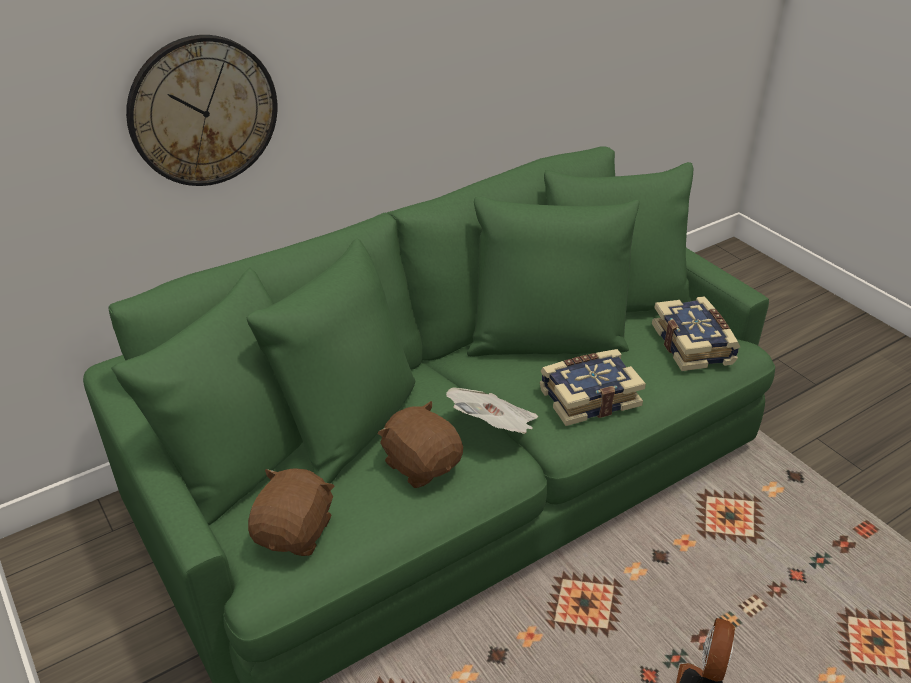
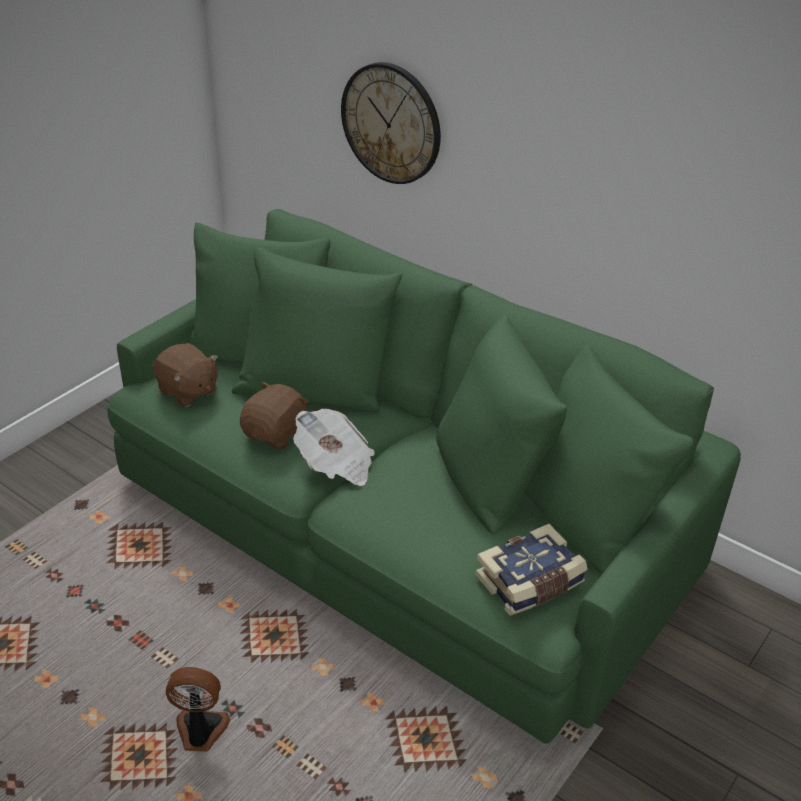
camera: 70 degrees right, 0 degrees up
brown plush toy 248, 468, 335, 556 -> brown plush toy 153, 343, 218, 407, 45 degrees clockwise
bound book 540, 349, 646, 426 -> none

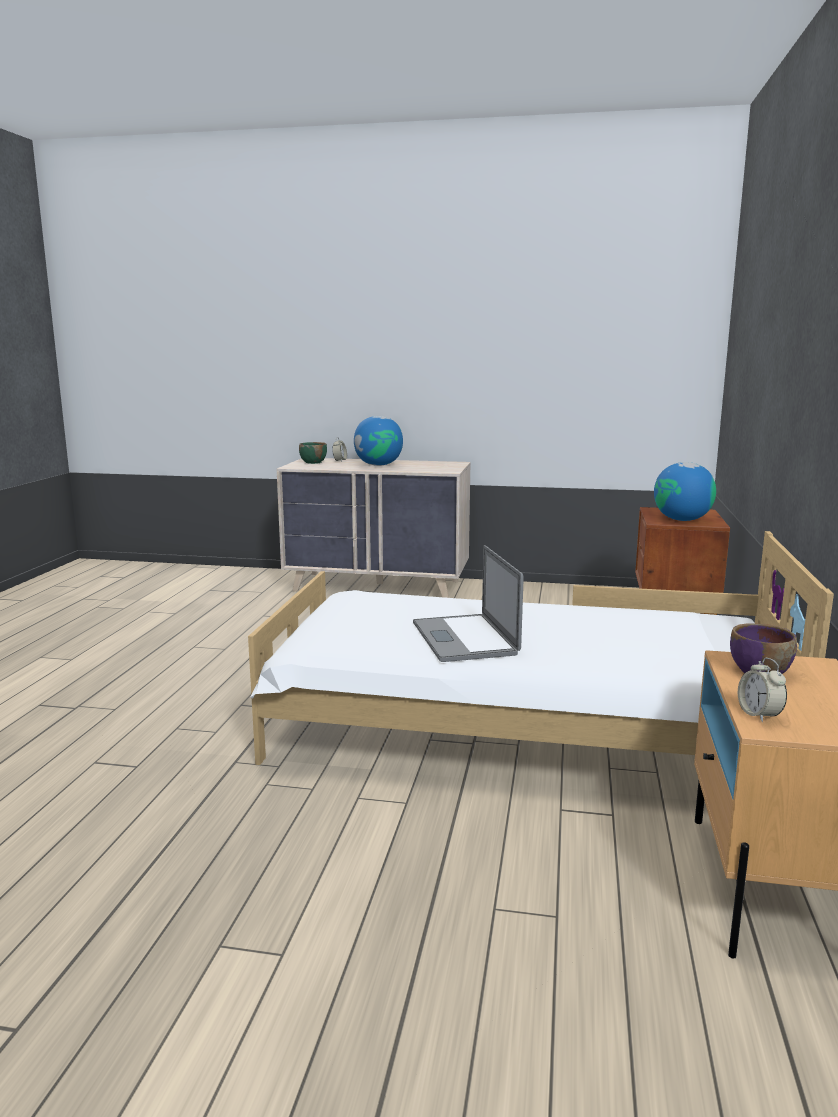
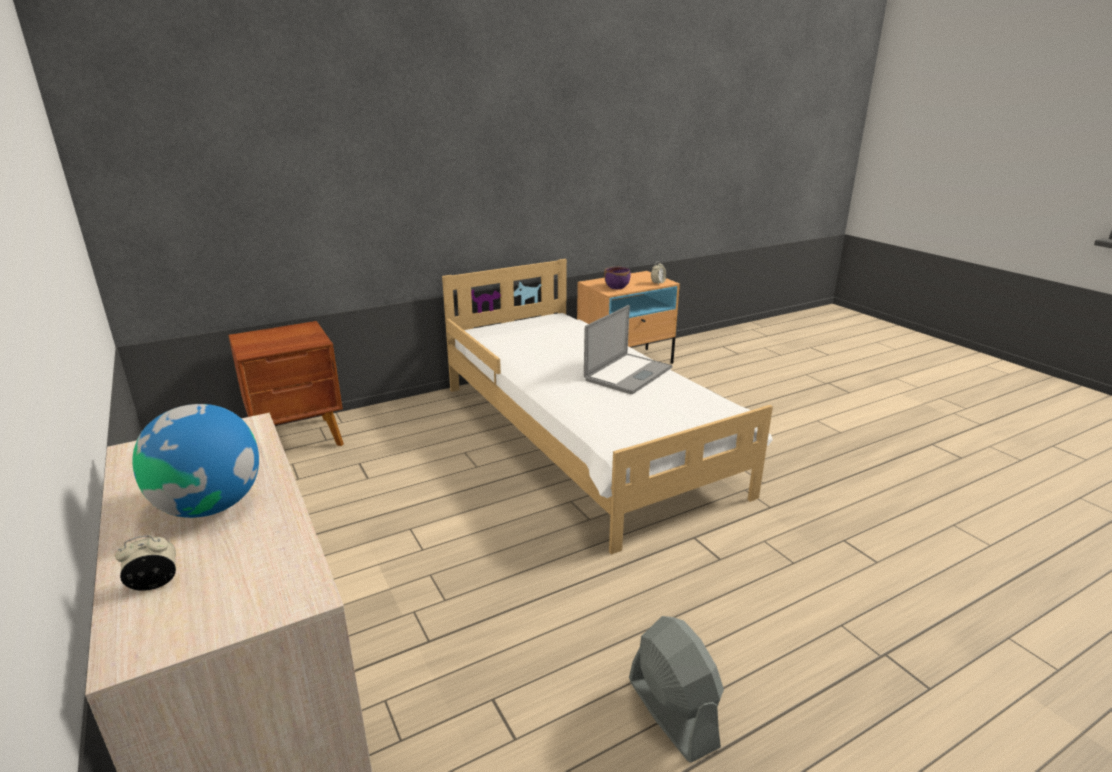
camera: 130 degrees left, 10 degrees up
greenish bowl 299, 442, 327, 464 -> none
globe 654, 462, 716, 521 -> none
none -> greyish fan 629, 616, 724, 763

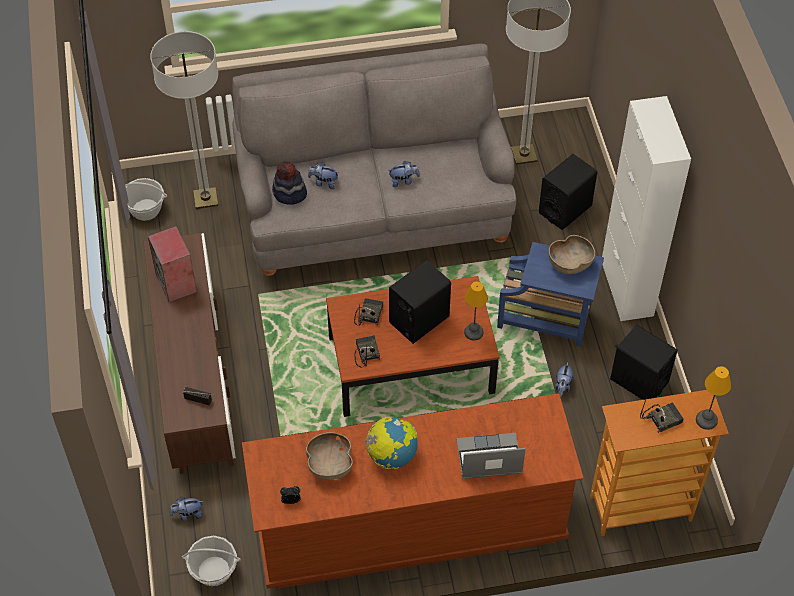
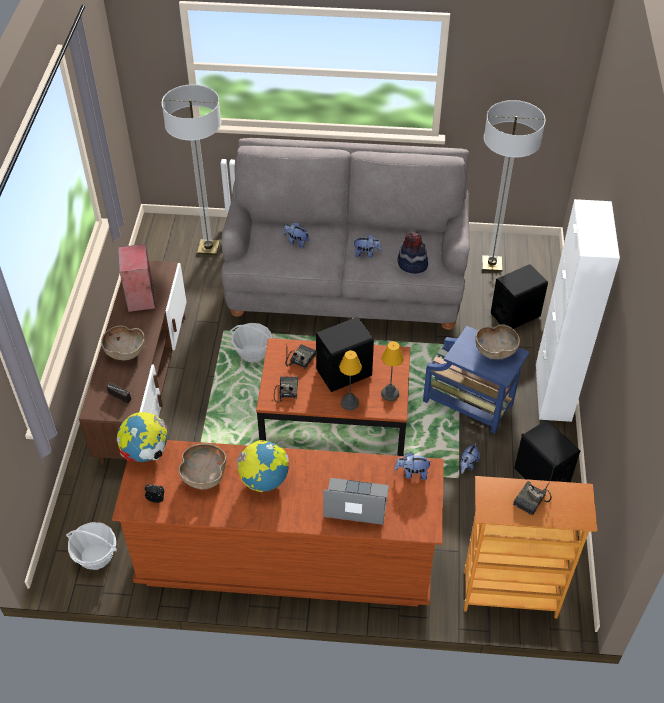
camera: 15 degrees right, 5 degrees down
basket 125, 178, 167, 221 -> basket 230, 323, 272, 363, relocated
plush toy 170, 497, 203, 521 -> plush toy 394, 452, 432, 480, relocated
hat 272, 161, 307, 205 -> hat 397, 232, 428, 274, relocated
radio 640, 397, 684, 433 -> radio 513, 457, 556, 515, 135 degrees clockwise
tabletop lamp 696, 366, 731, 430 -> tabletop lamp 339, 350, 362, 410, relocated
none -> brown bowl 101, 325, 145, 360
none -> globe 117, 412, 167, 462

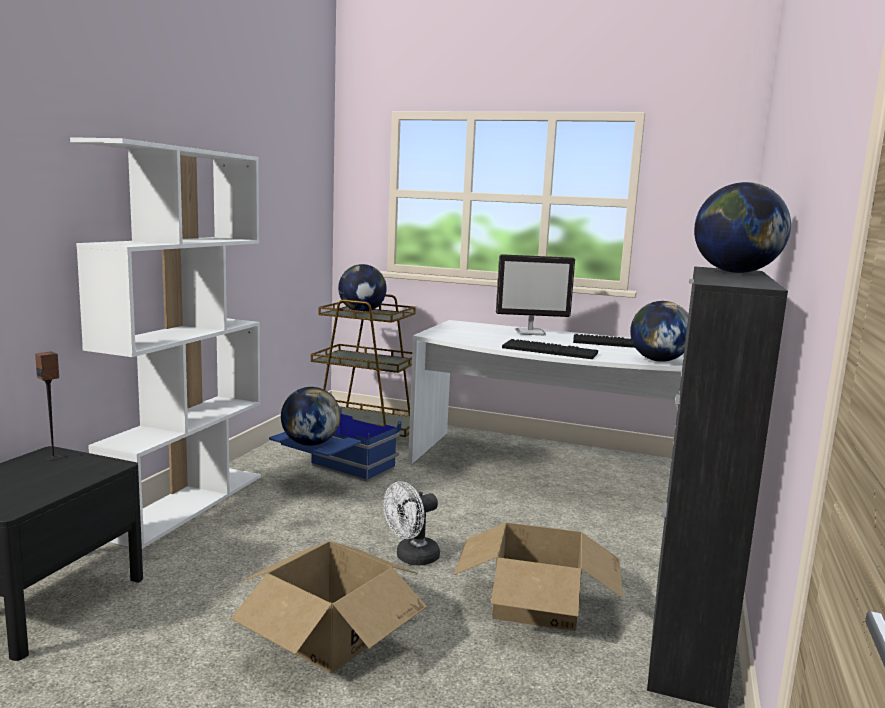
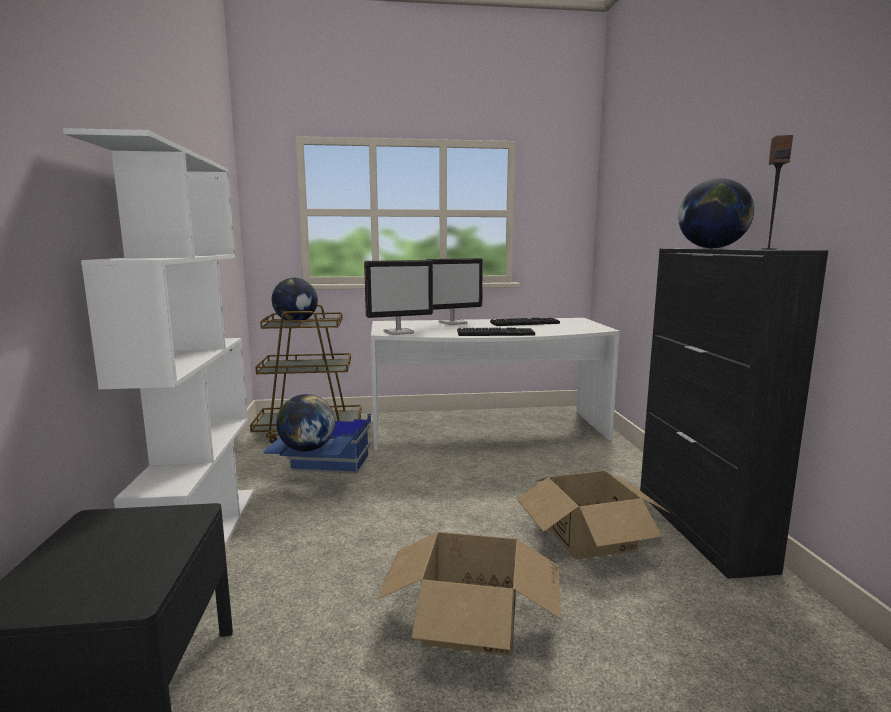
camera: 25 degrees left, 0 degrees up
speaker 35, 351, 61, 461 -> speaker 761, 135, 793, 249, relocated
white-coloured fan 383, 481, 440, 565 -> none
globe 630, 301, 689, 362 -> none
none -> monitor 364, 260, 433, 335

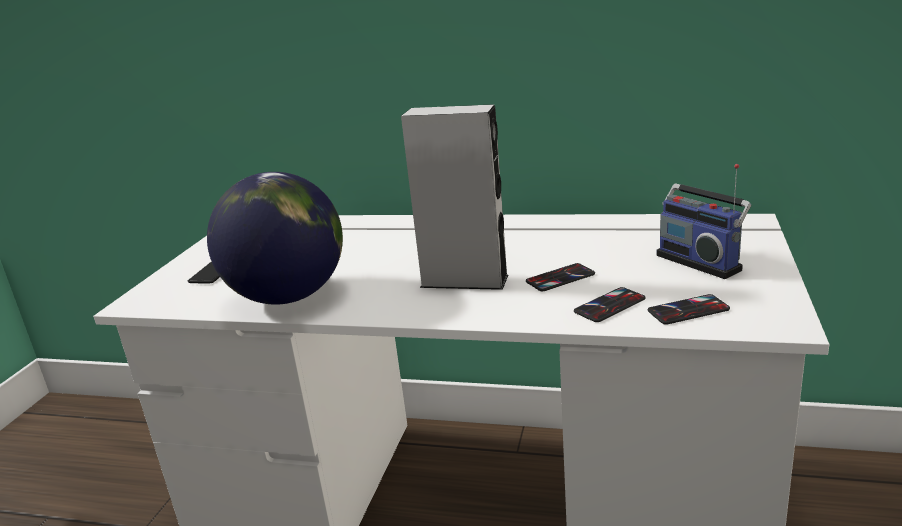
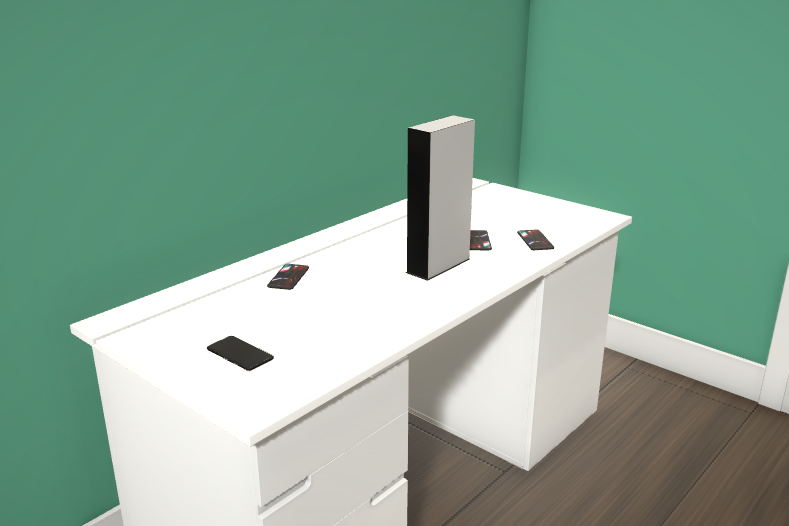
camera: 65 degrees left, 0 degrees up
globe 207, 172, 343, 305 -> none
telephone 648, 294, 730, 325 -> telephone 267, 264, 309, 290, relocated
radio 657, 164, 751, 279 -> none

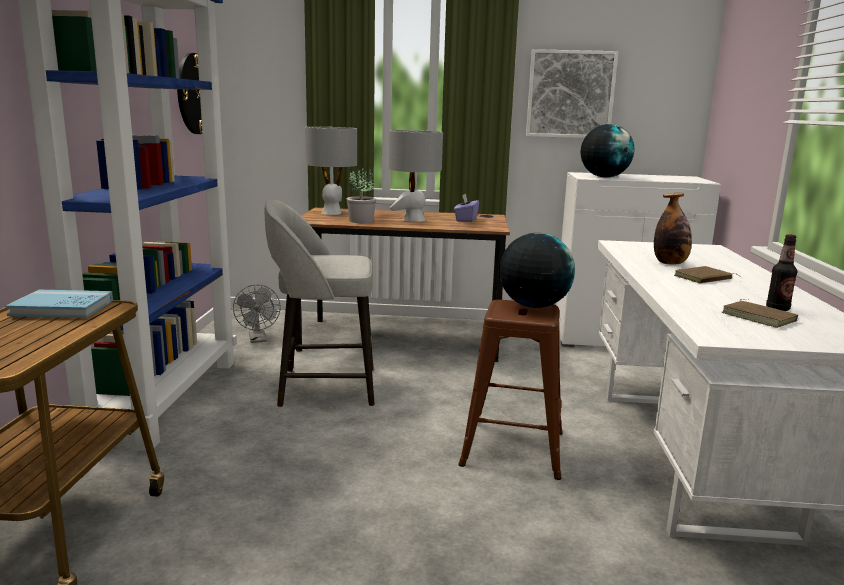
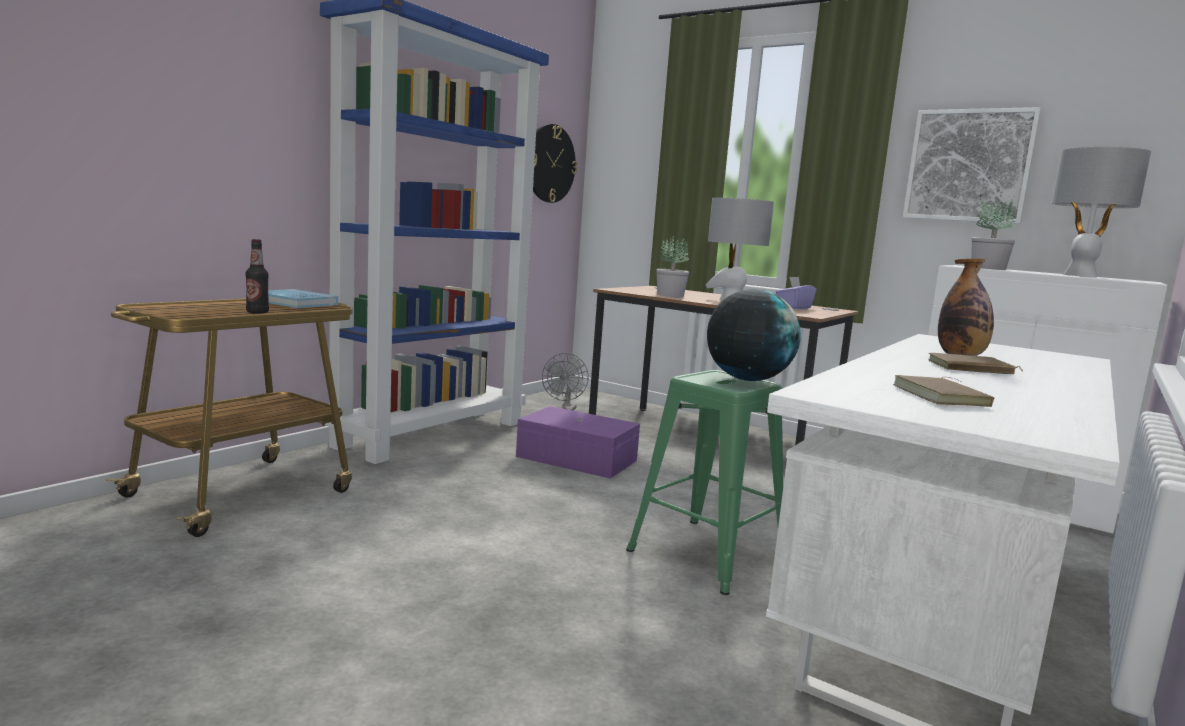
camera: 30 degrees right, 5 degrees down
greyish stool 264, 199, 375, 407 -> purple-coloured storage bin 516, 406, 640, 479
greyish tabletop lamp 305, 127, 357, 215 -> greyish tabletop lamp 1051, 147, 1151, 277, relocated
brown stool 458, 300, 563, 480 -> greenish stool 626, 370, 783, 595
globe 581, 124, 634, 178 -> plant in a pot 971, 199, 1016, 270
bottle 766, 234, 797, 311 -> bottle 245, 239, 269, 314, relocated

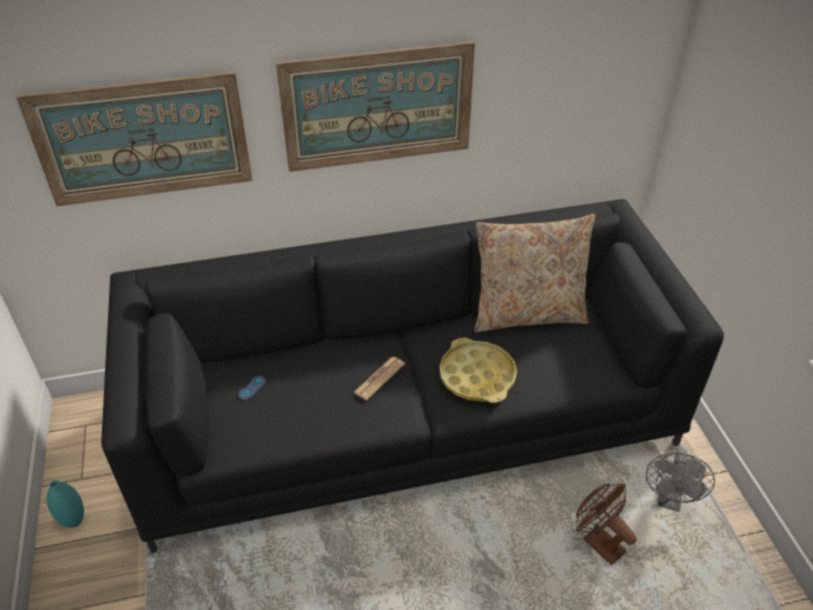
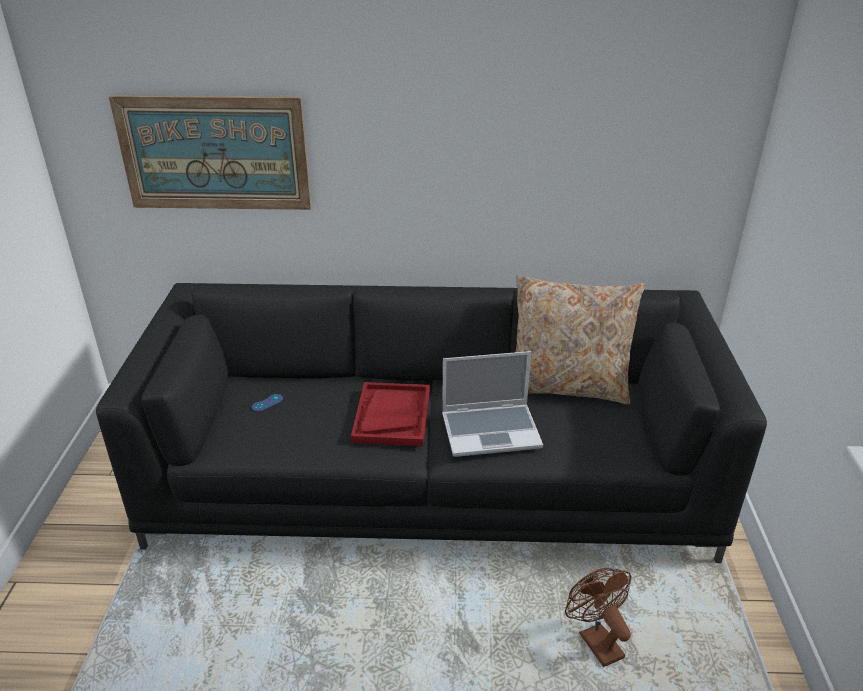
camera: 15 degrees right, 10 degrees down
turquoise-coloured vase 46, 480, 84, 528 -> none
picture 276, 41, 475, 172 -> none
newspaper 354, 357, 405, 400 -> red tray 351, 382, 430, 446
yellow-coloured tray 440, 337, 517, 403 -> portable computer 442, 351, 543, 457
greyish fan 646, 447, 715, 512 -> none

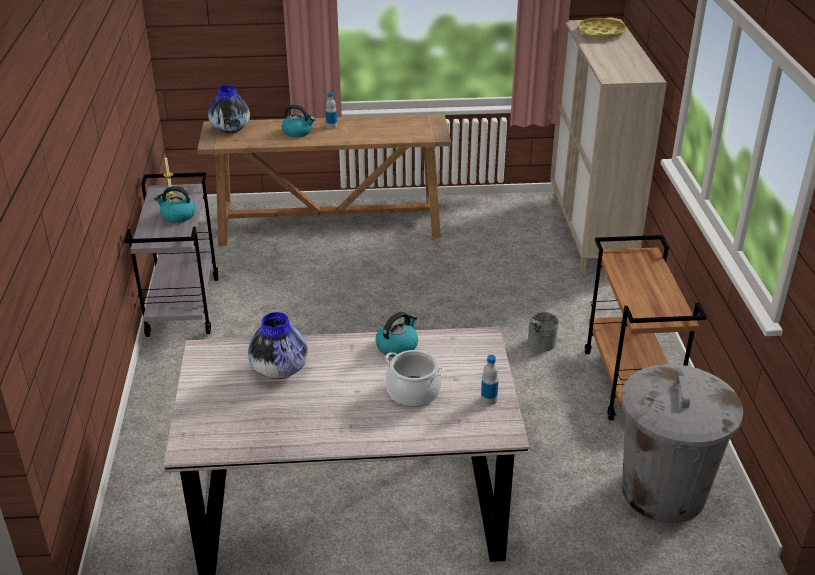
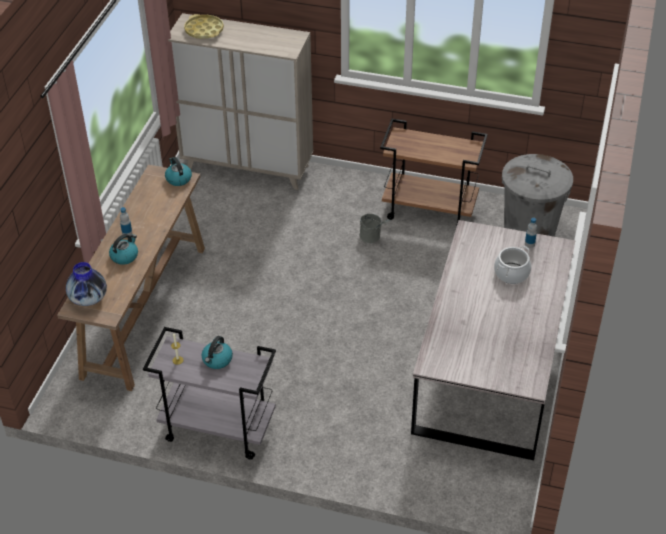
camera: 70 degrees left, 10 degrees up
vase 248, 312, 308, 379 -> none
kettle 375, 312, 418, 357 -> kettle 165, 157, 192, 186, relocated

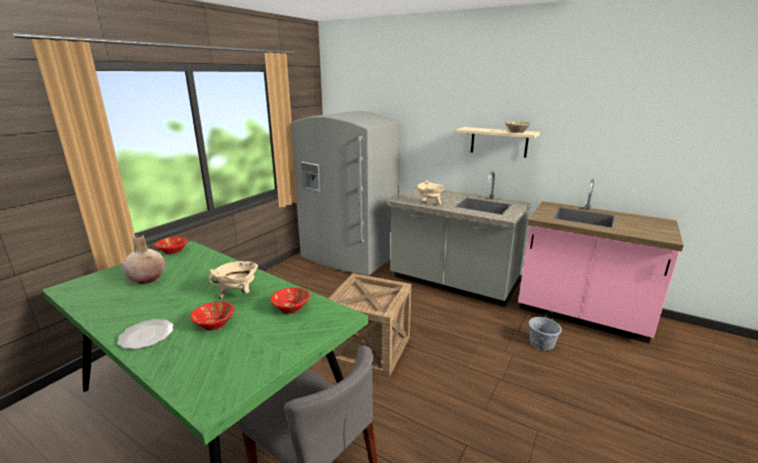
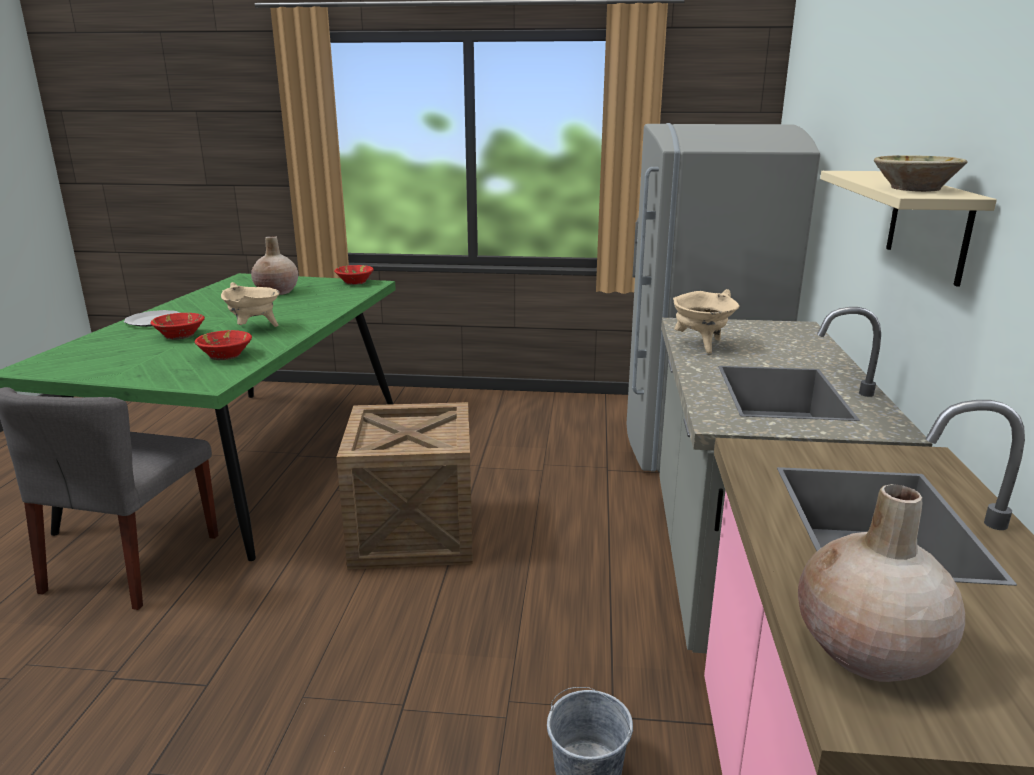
camera: 65 degrees right, 0 degrees up
none -> sand-coloured vase 798, 484, 965, 682

